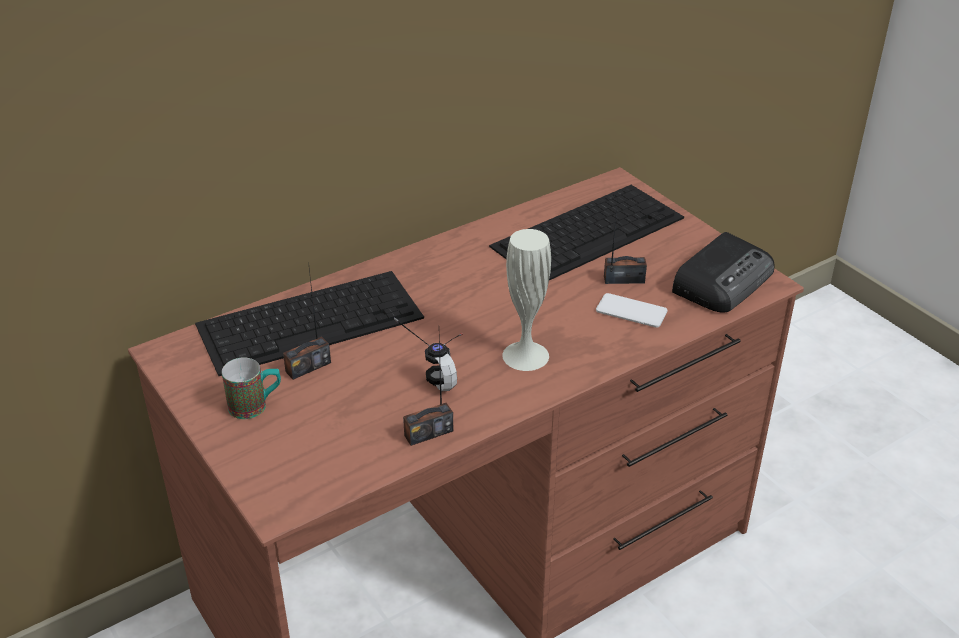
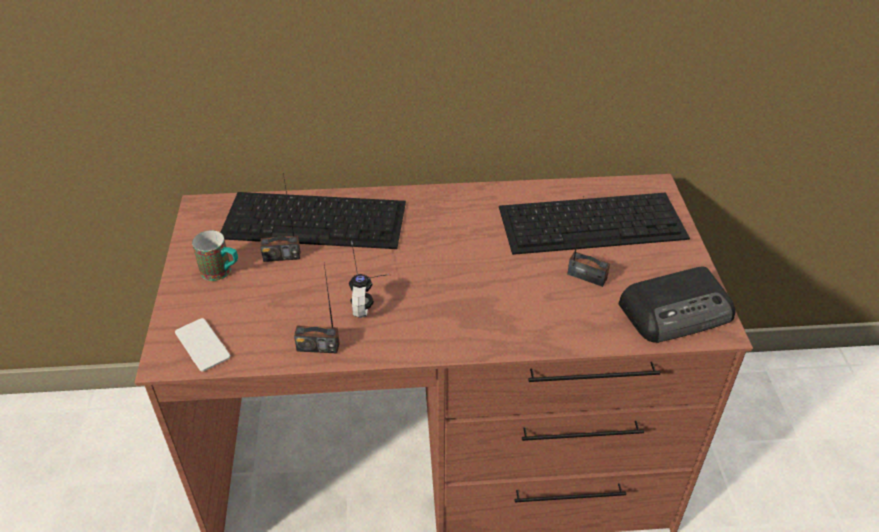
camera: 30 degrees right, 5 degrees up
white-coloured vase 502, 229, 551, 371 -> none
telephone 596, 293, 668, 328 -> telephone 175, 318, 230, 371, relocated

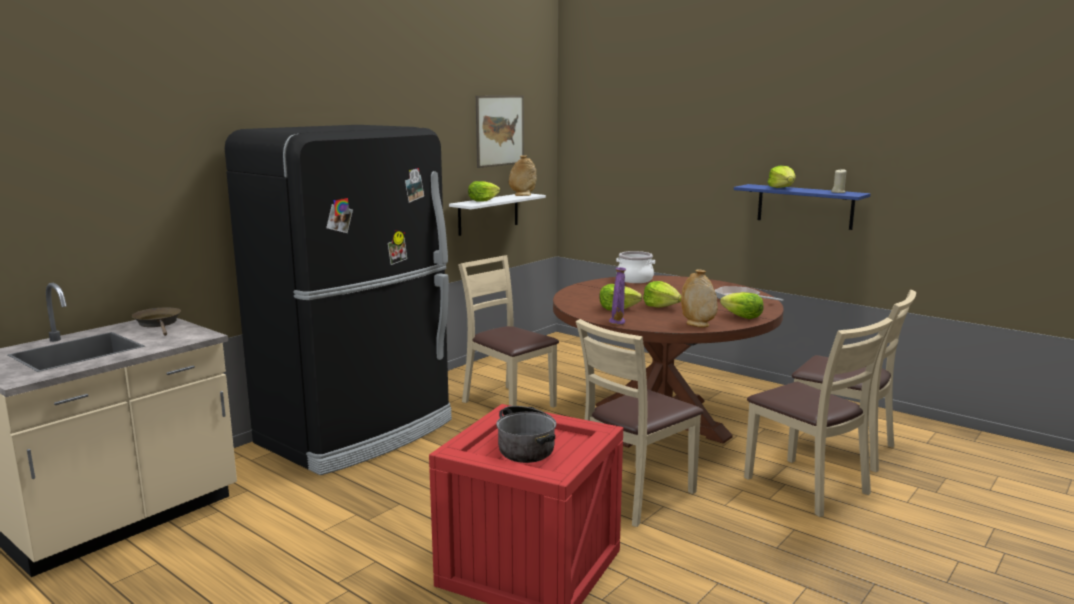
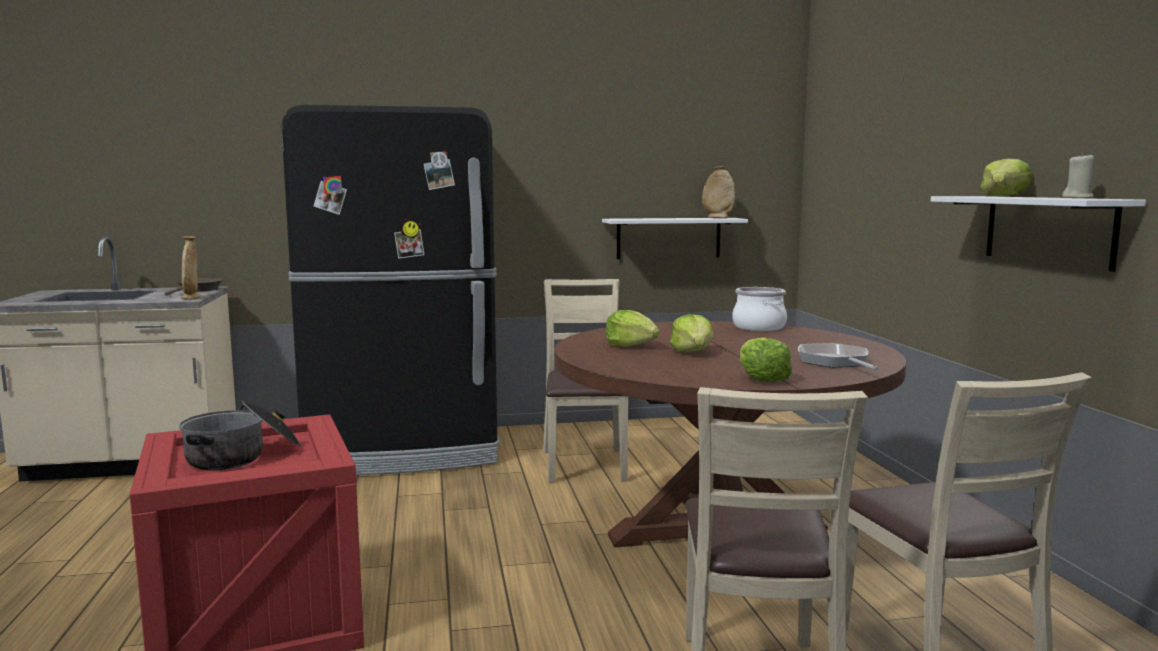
camera: 40 degrees right, 5 degrees down
head of lettuce 468, 181, 500, 202 -> none
picture 476, 96, 524, 168 -> none
sand-coloured plain chair 576, 319, 703, 527 -> none
purple-coloured vase 609, 267, 626, 325 -> none
sand-coloured vase 681, 269, 718, 328 -> sand-coloured vase 181, 236, 201, 300, relocated
blue-coloured wall shelf 734, 184, 871, 230 -> white-coloured wall shelf 931, 196, 1146, 272

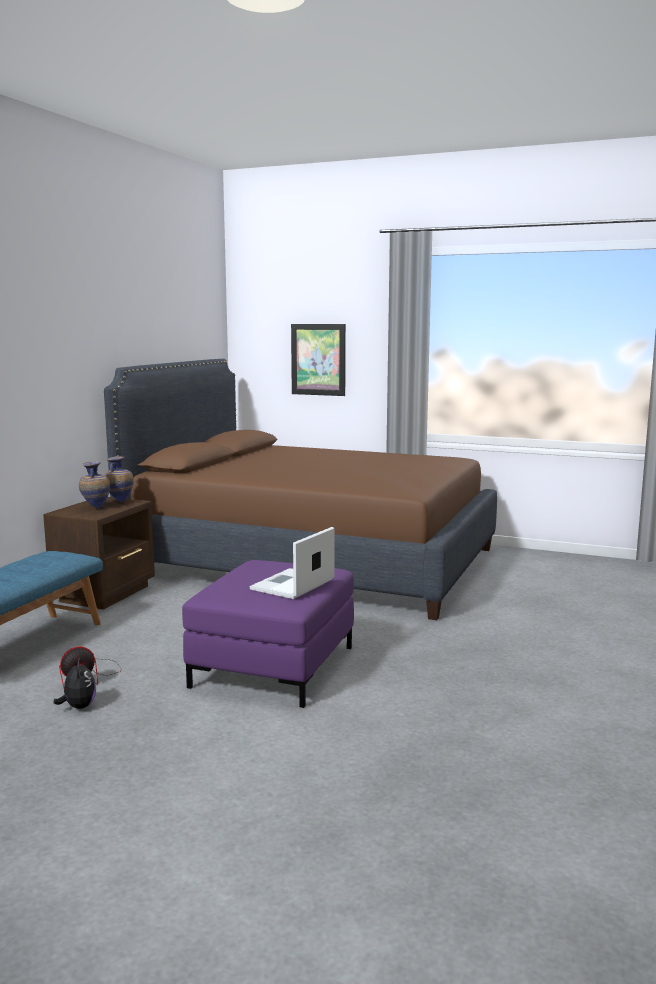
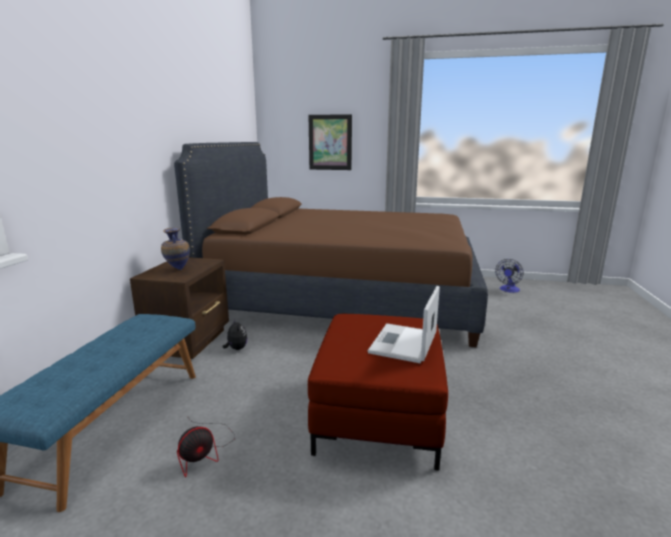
camera: 10 degrees left, 5 degrees up
plush toy 54, 657, 96, 709 -> plush toy 223, 318, 247, 350, relocated
vase 104, 456, 134, 503 -> none
purple-coloured pouffe 182, 560, 354, 708 -> red pouffe 308, 314, 448, 471
none -> fan 495, 259, 524, 293

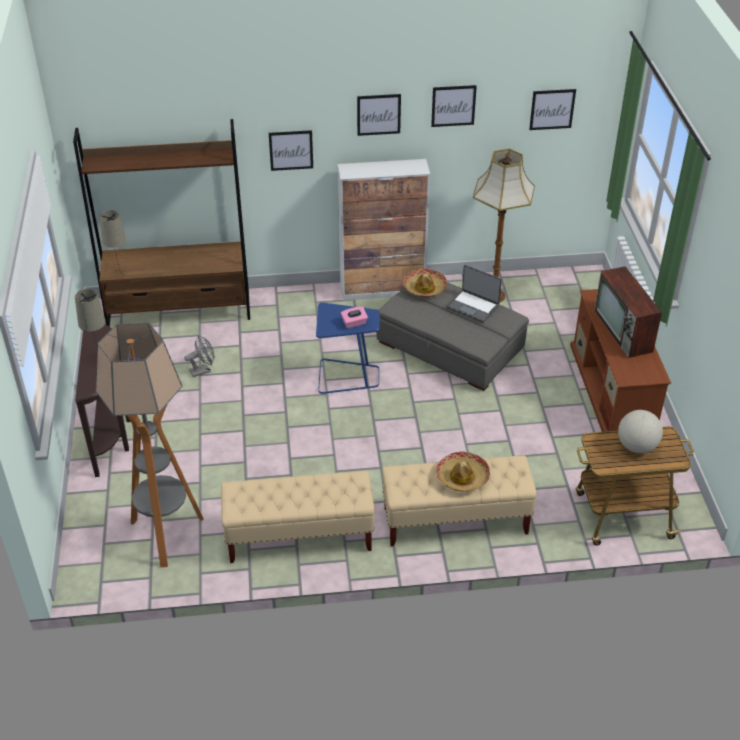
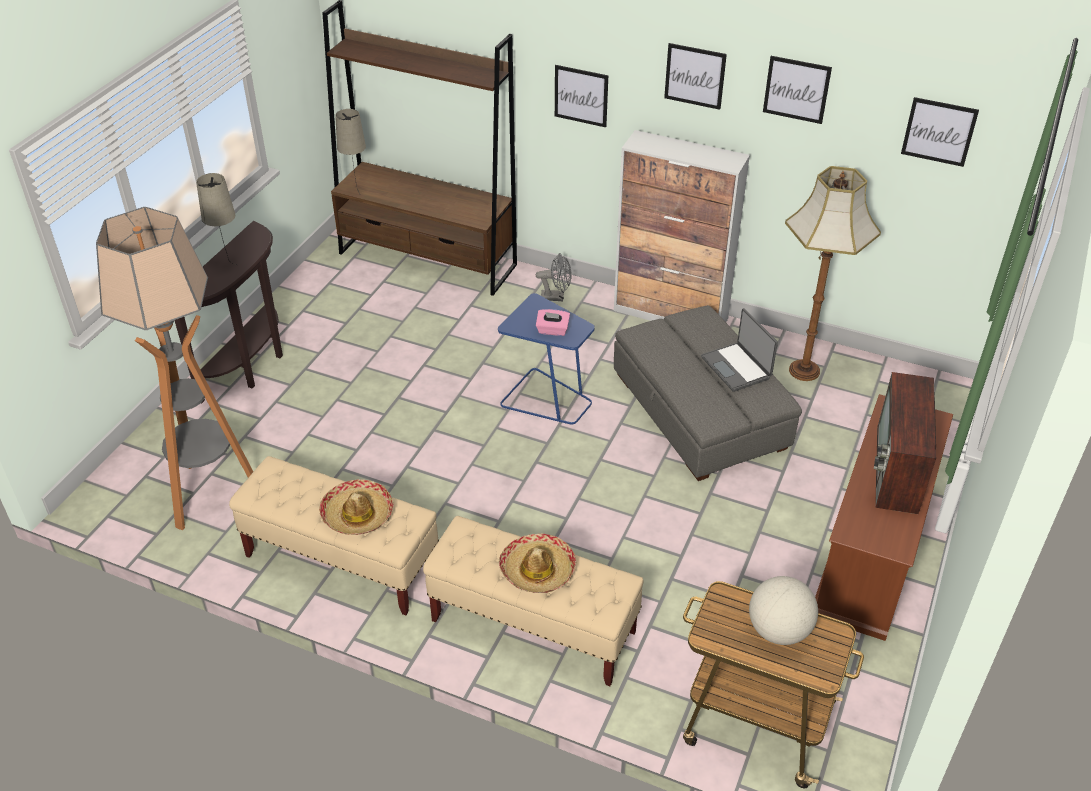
camera: 30 degrees right, 0 degrees up
greyish fan 184, 335, 214, 377 -> greyish fan 536, 253, 572, 301, relocated
hat 403, 269, 447, 298 -> hat 319, 479, 393, 535, relocated

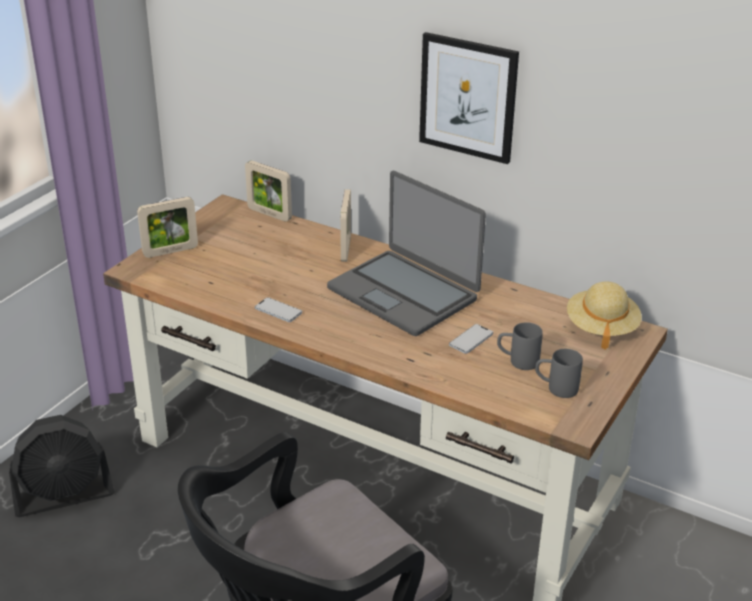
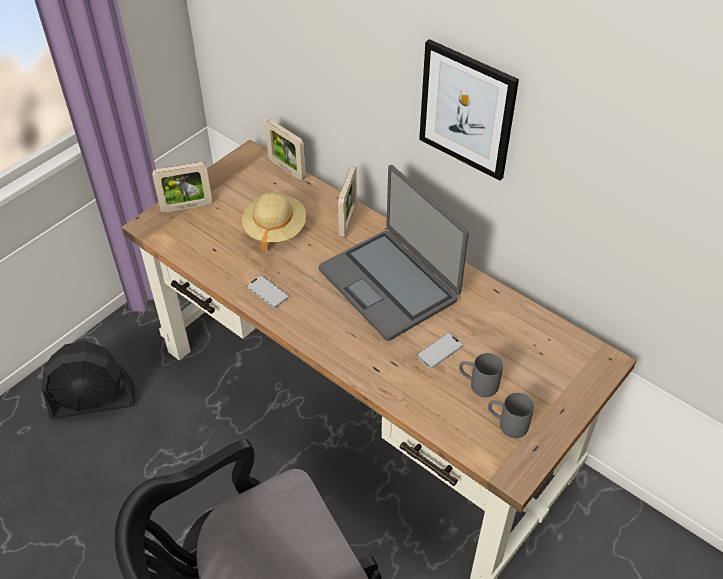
camera: 10 degrees right, 15 degrees up
sand-coloured hat 567, 281, 642, 350 -> sand-coloured hat 242, 193, 306, 252, relocated

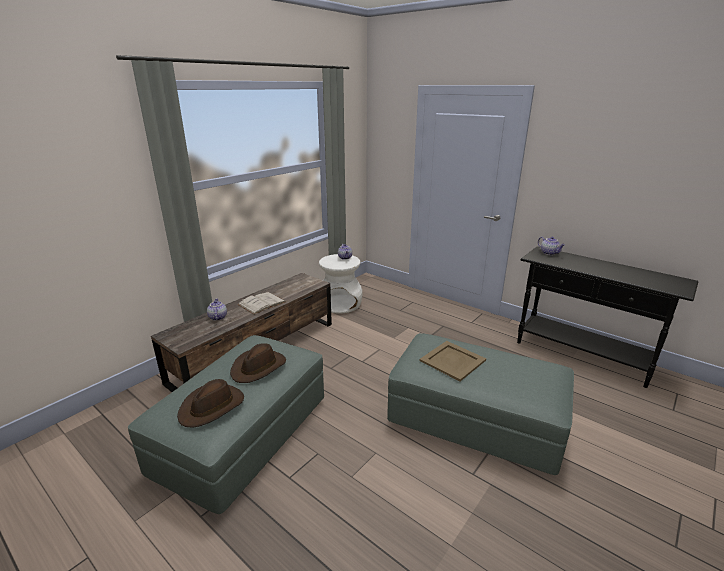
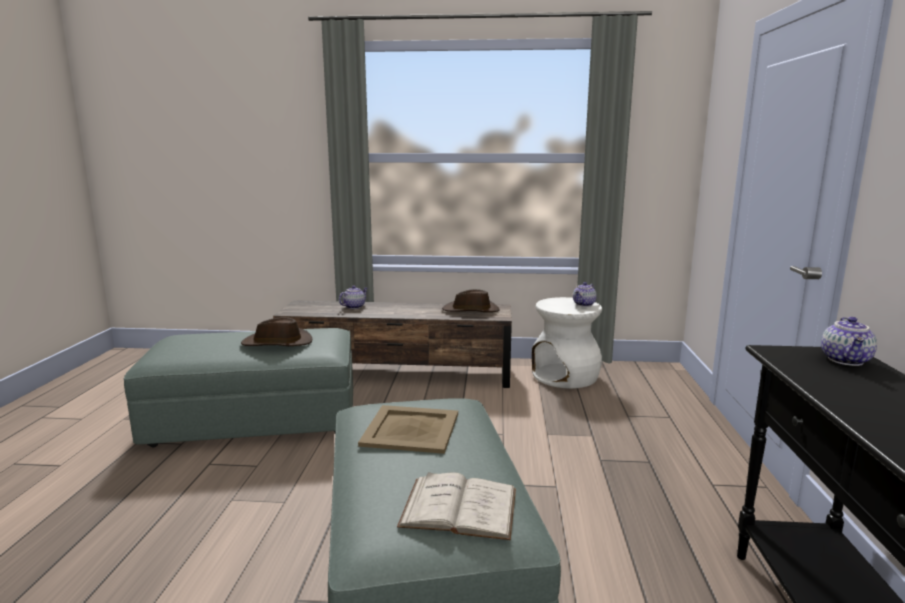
camera: 55 degrees right, 10 degrees down
brown hat 177, 379, 244, 428 -> brown hat 442, 289, 500, 312, relocated
white-coloured bound book 237, 292, 286, 314 -> white-coloured bound book 397, 472, 516, 540, relocated

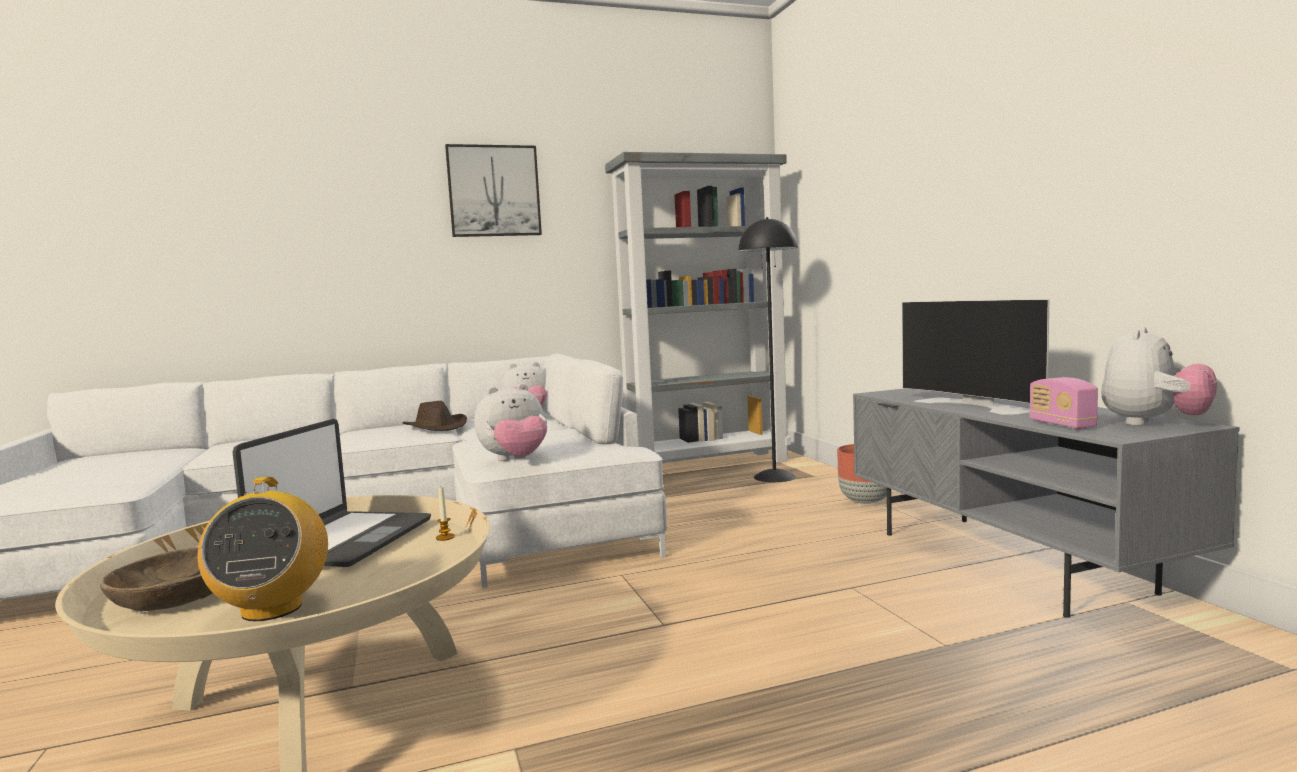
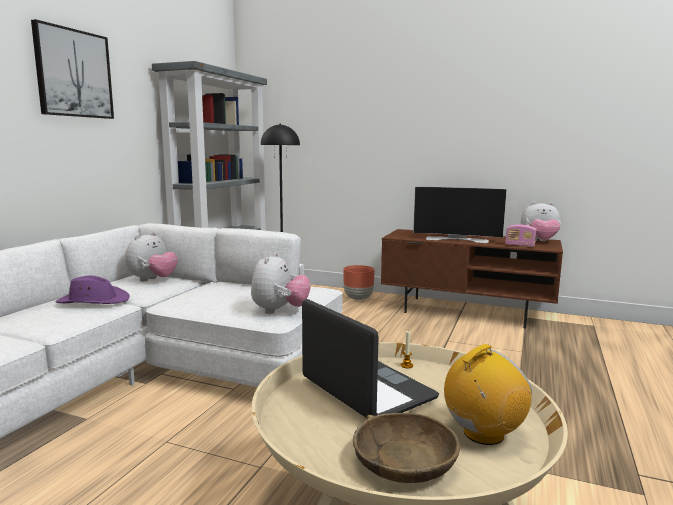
camera: 50 degrees left, 5 degrees up
radio 198, 477, 328, 621 -> radio 444, 344, 532, 445, 60 degrees counterclockwise
brown hat 403, 401, 467, 431 -> purple-coloured hat 56, 276, 129, 304
greyish tv unit 853, 388, 1240, 618 -> brown tv unit 381, 229, 563, 329
plush toy 1101, 327, 1217, 426 -> plush toy 521, 202, 561, 241, 105 degrees clockwise

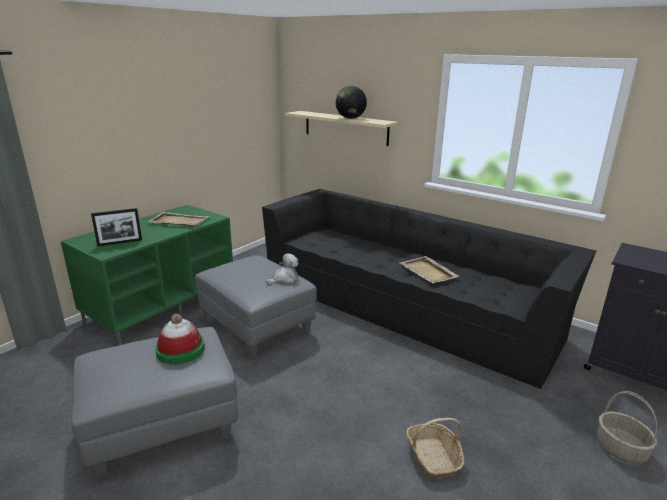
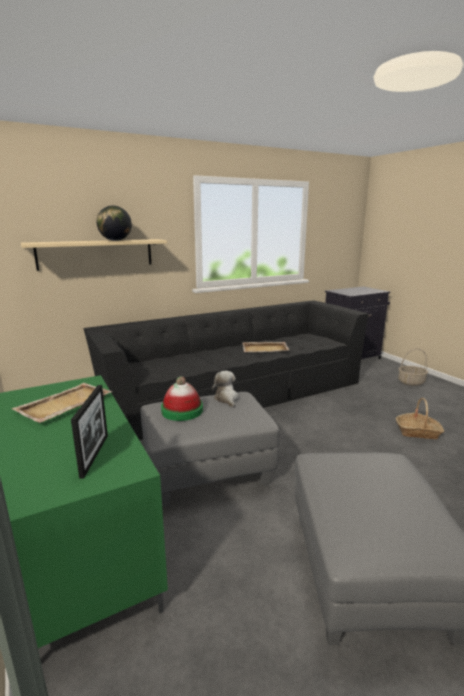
camera: 65 degrees left, 5 degrees down
hat 155, 314, 205, 365 -> hat 161, 376, 203, 421, relocated

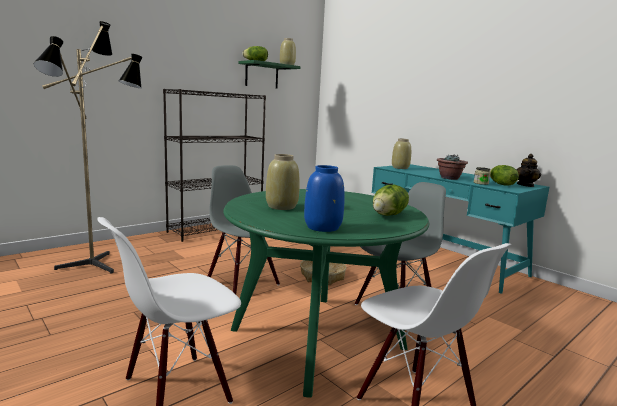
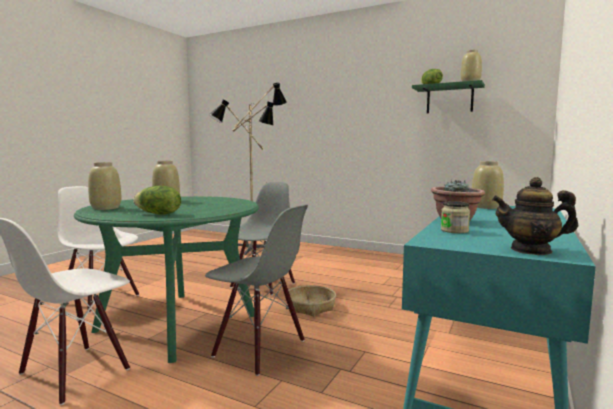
camera: 70 degrees right, 5 degrees down
blackish bookcase 163, 89, 266, 242 -> none
blue-coloured vase 304, 165, 345, 232 -> sand-coloured vase 88, 162, 121, 210
head of lettuce 490, 165, 519, 186 -> none

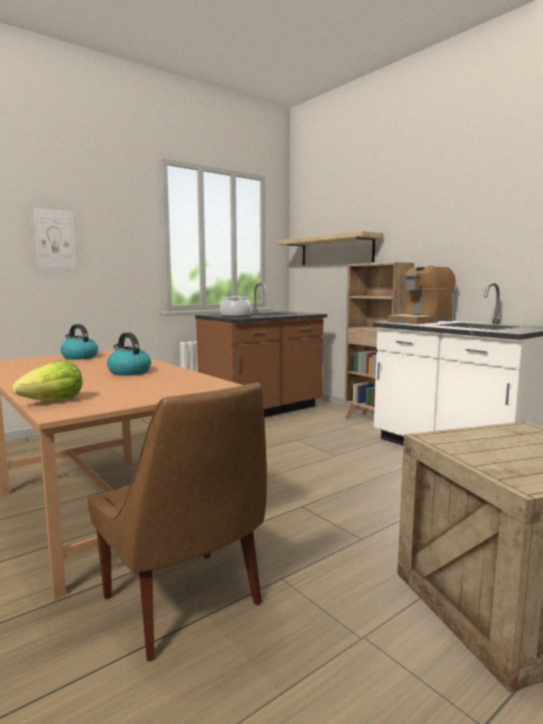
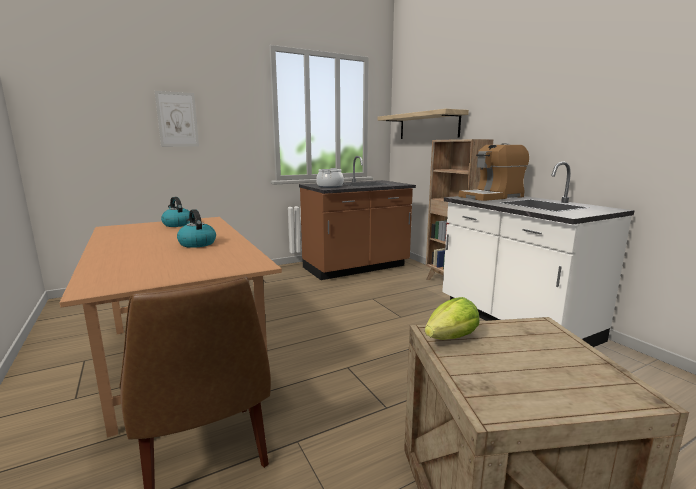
camera: 10 degrees right, 5 degrees up
head of lettuce 12, 361, 83, 401 -> head of lettuce 425, 297, 480, 340, relocated

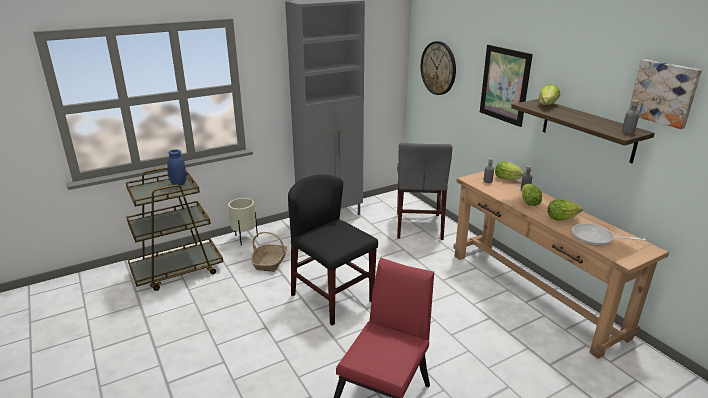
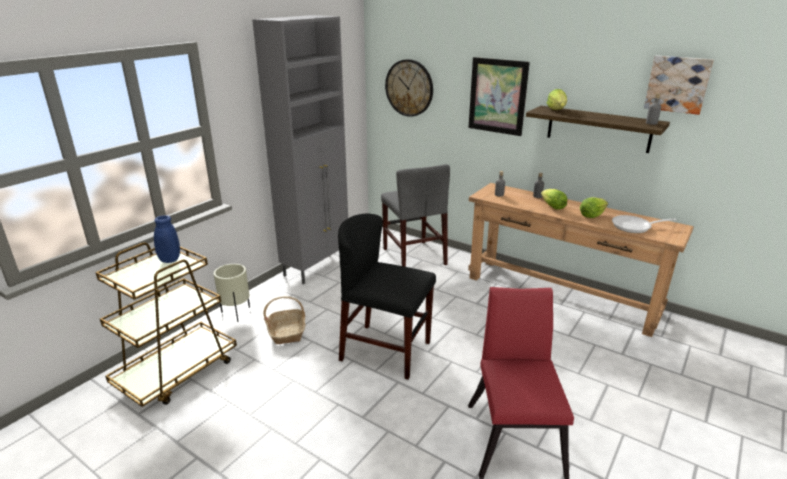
camera: 25 degrees left, 0 degrees up
head of lettuce 495, 161, 525, 180 -> none

